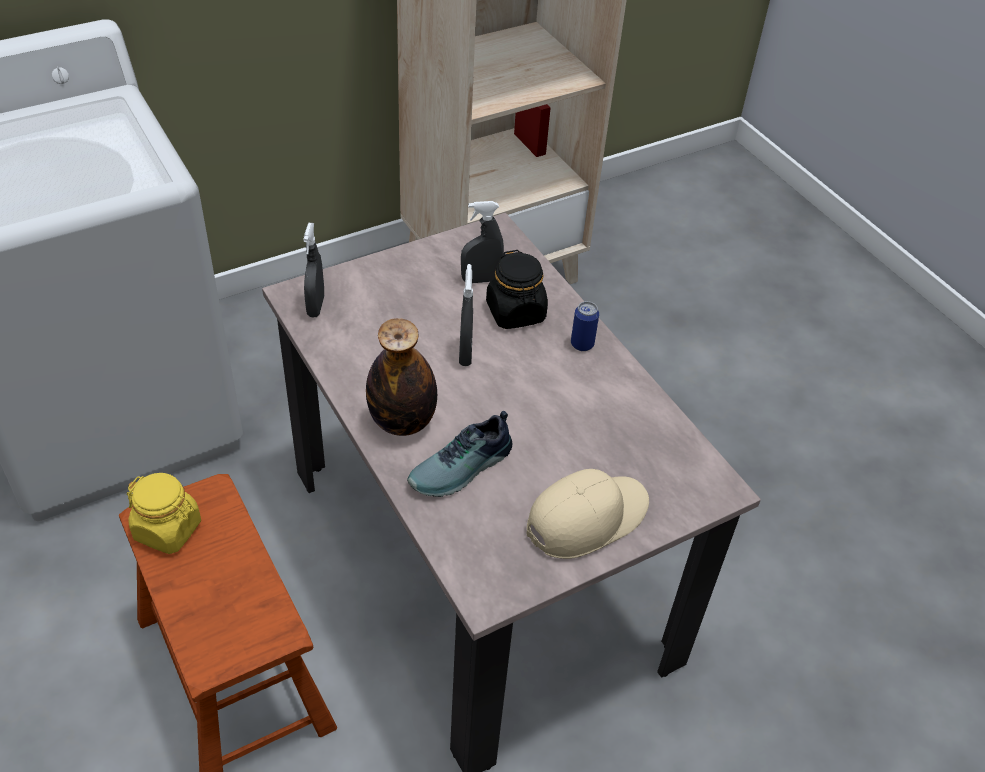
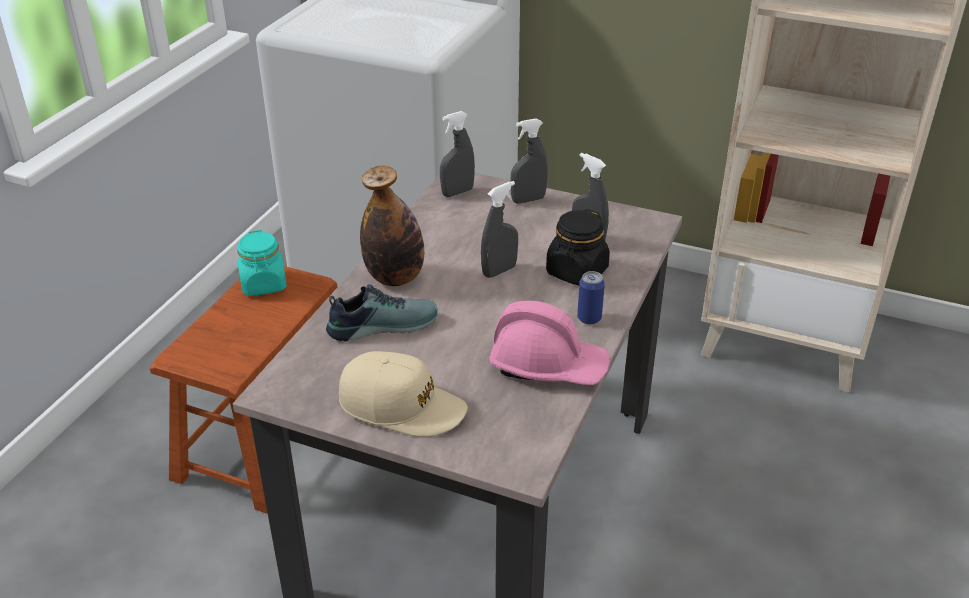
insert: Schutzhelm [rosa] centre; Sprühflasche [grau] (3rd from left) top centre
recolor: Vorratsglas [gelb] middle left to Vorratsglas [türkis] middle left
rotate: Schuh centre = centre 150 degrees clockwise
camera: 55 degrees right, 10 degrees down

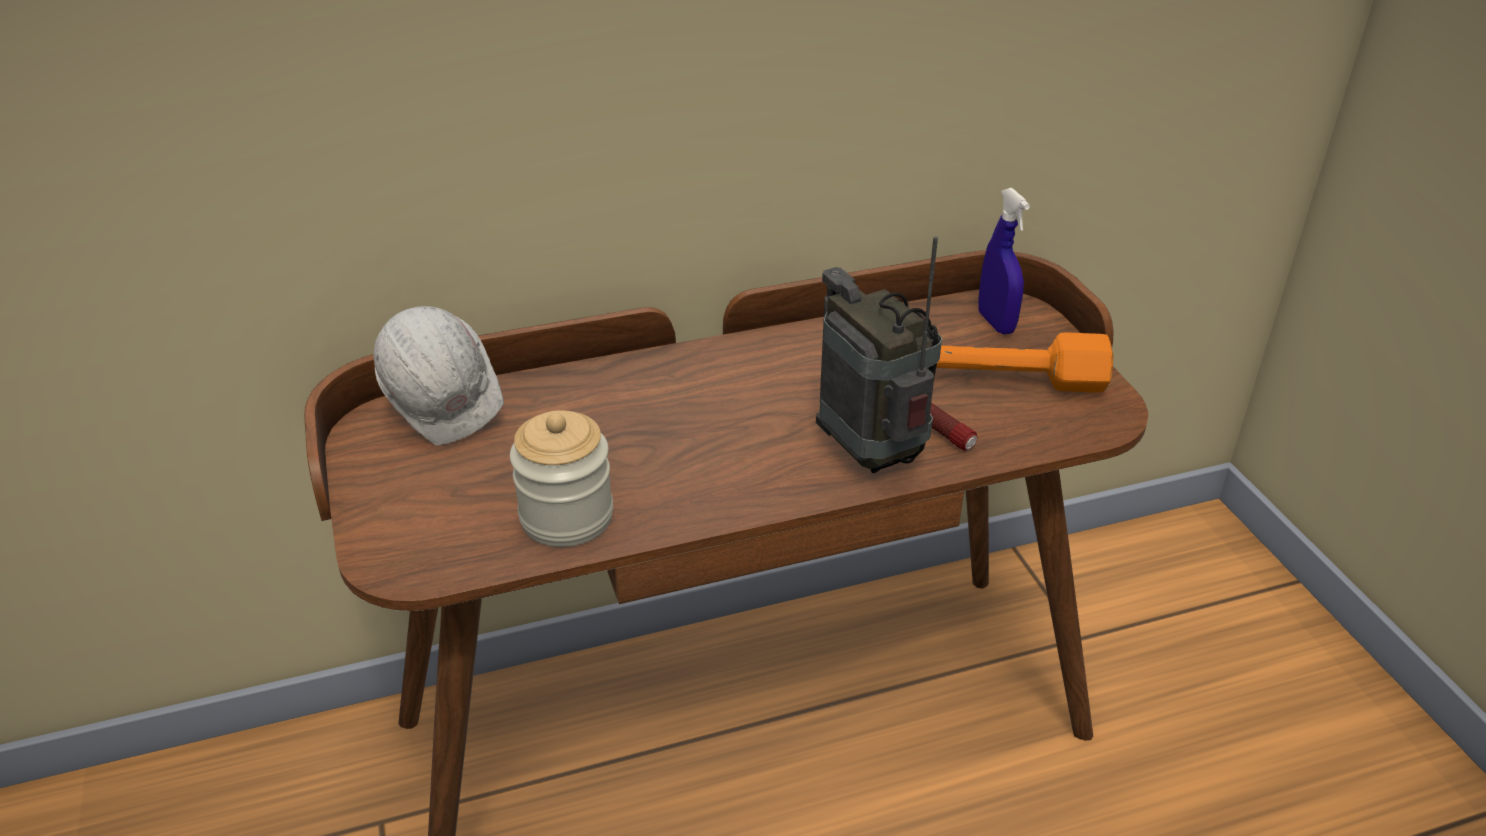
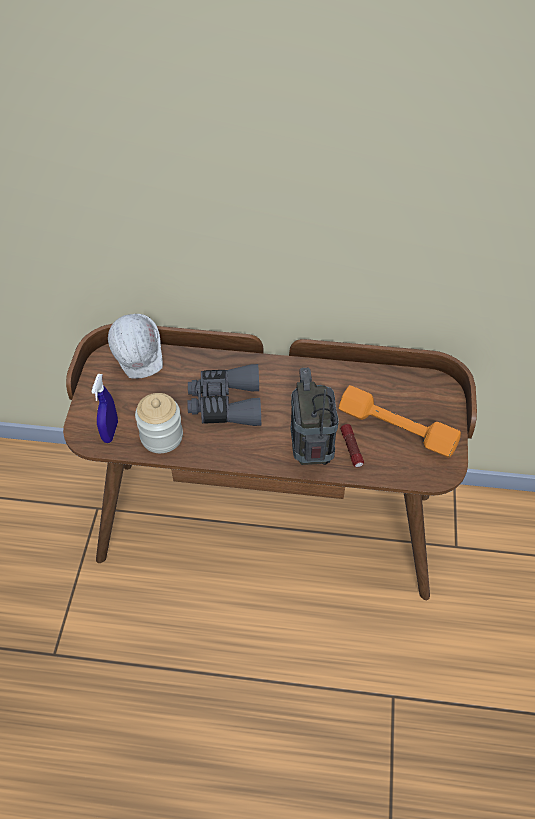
insert: Fernglas [grau] centre
move: Sprühflasche [blau] top right to middle left
camera: 25 degrees right, 15 degrees up

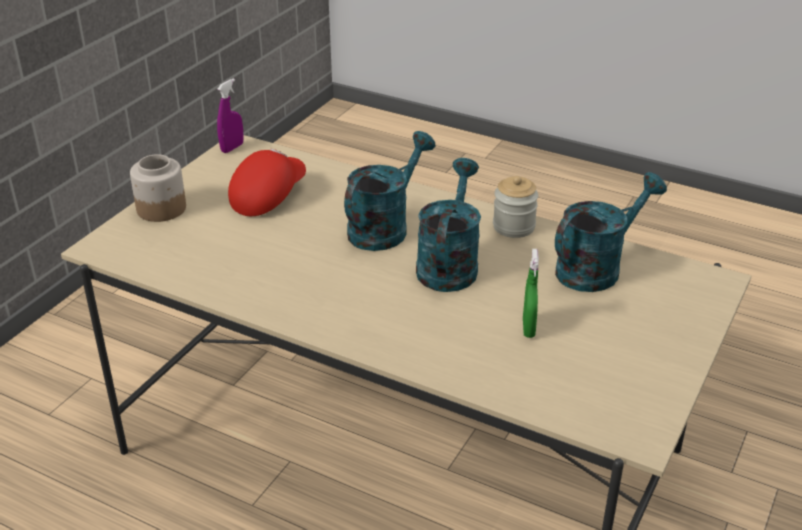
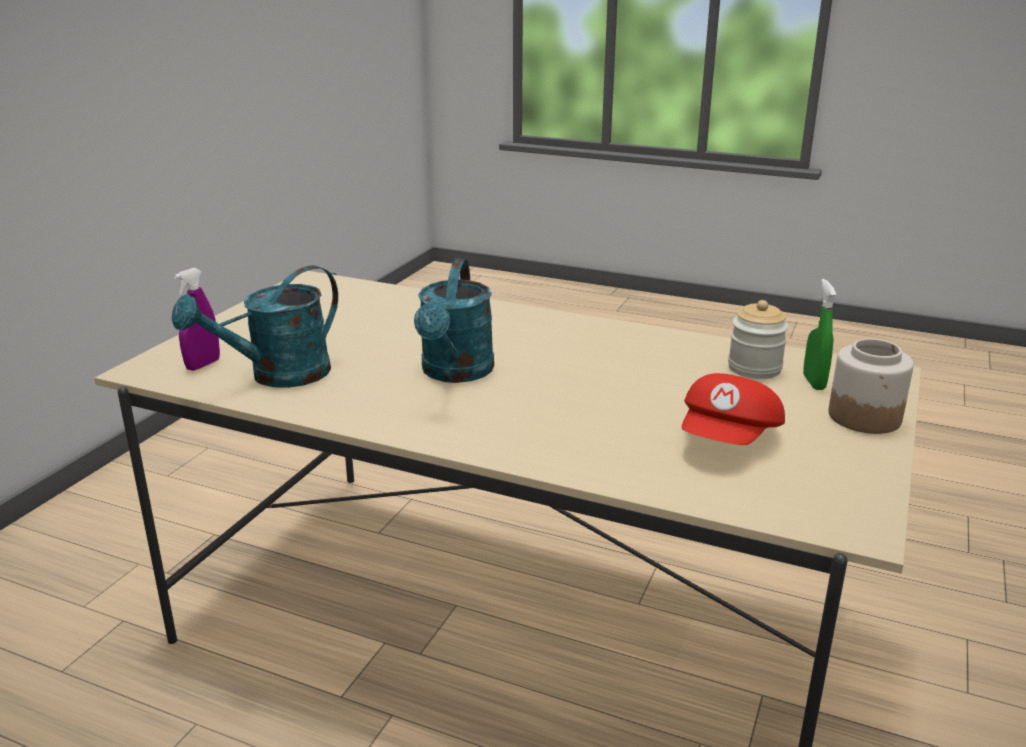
delete: Gießkanne [türkis] (1st from left) centre
move: Sprühflasche [lila] top left to middle left; Vorratsglas (2nd from left in the first image) centre to Vorratsglas (1st from left) middle right; Sprühflasche [grün] centre to middle right
camera: 175 degrees right, 10 degrees down

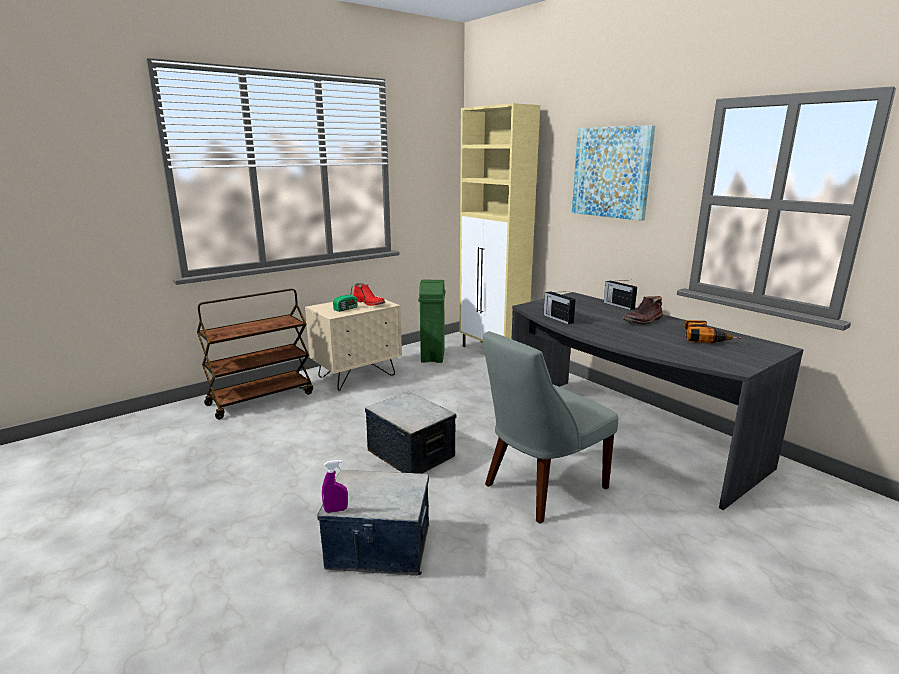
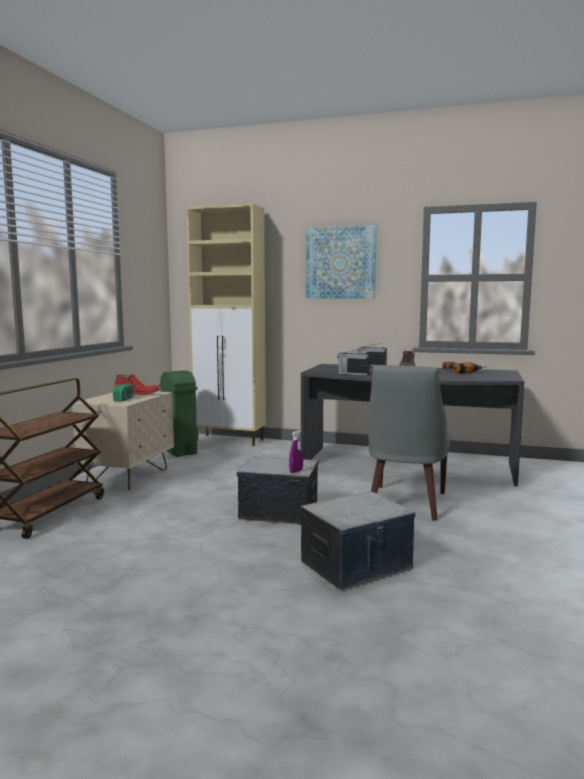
move: Sprühflasche [lila] bottom centre to centre
camera: 35 degrees left, 10 degrees down

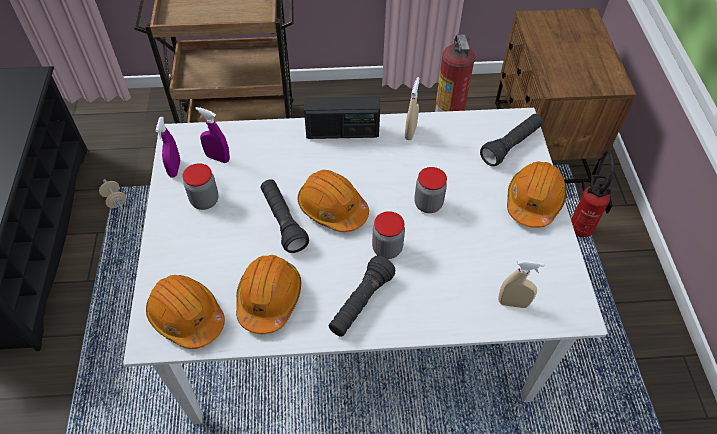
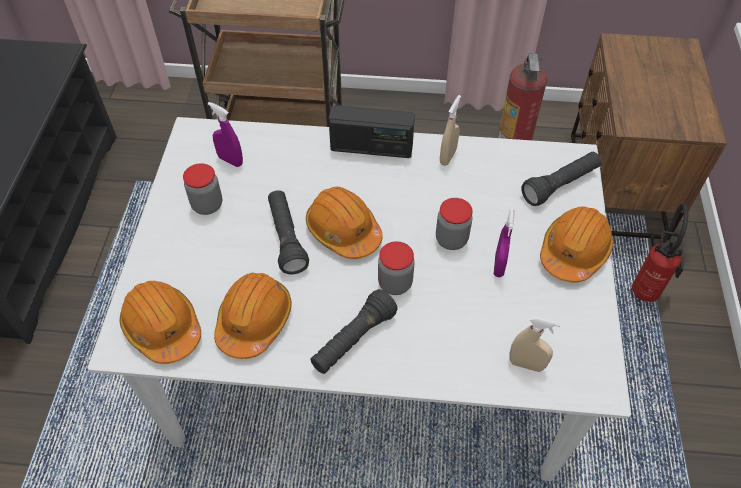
delete: Hantel [beige] middle left
move: Sprühflasche [lila] (1st from left in the first image) middle left to Sprühflasche [lila] (2nd from left) middle right
camera: 10 degrees right, 0 degrees up

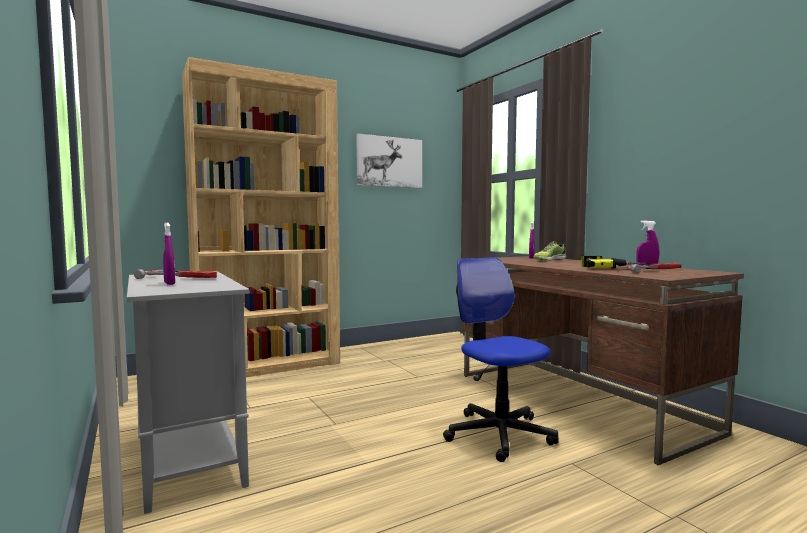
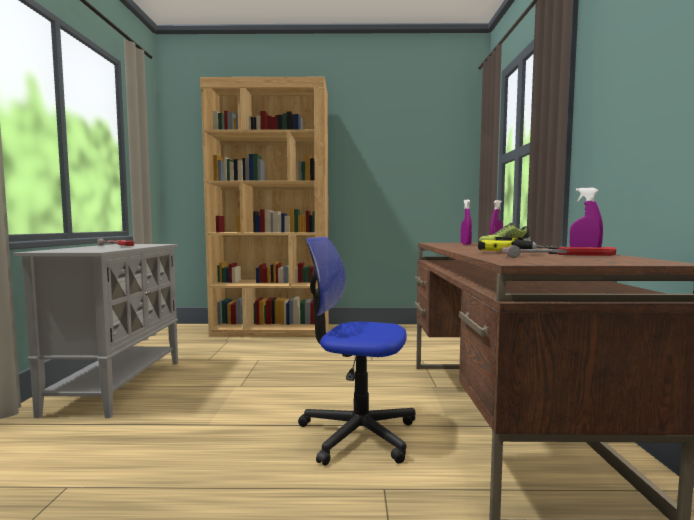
delete: Bild top centre
move: Sprühflasche [lila] (1st from left) middle left to middle right
rotate: Bürostuhl bottom centre = bottom centre 75 degrees counterclockwise
camera: 30 degrees right, 0 degrees up

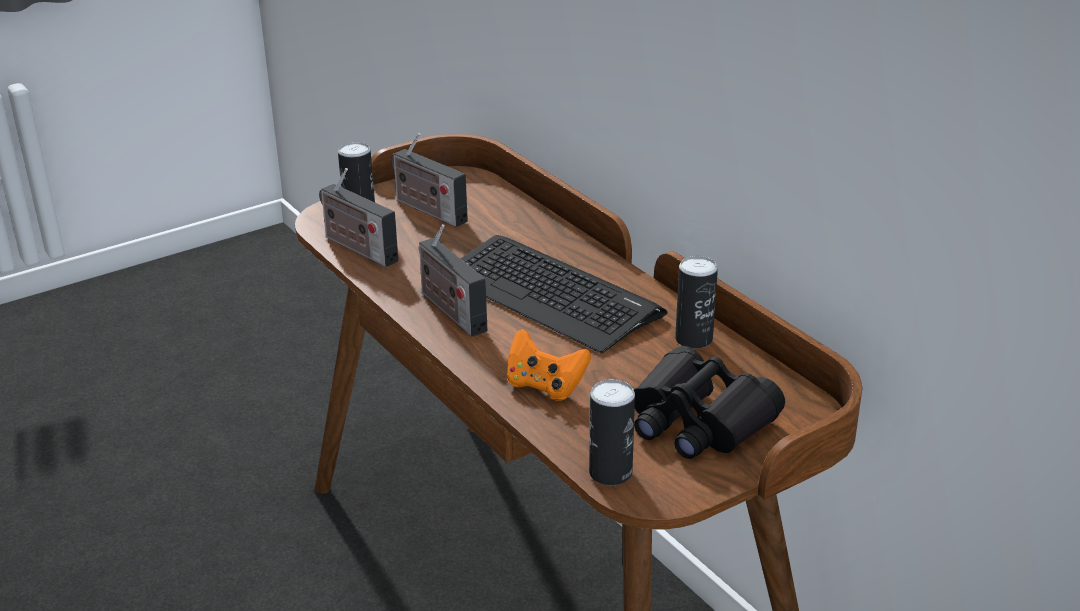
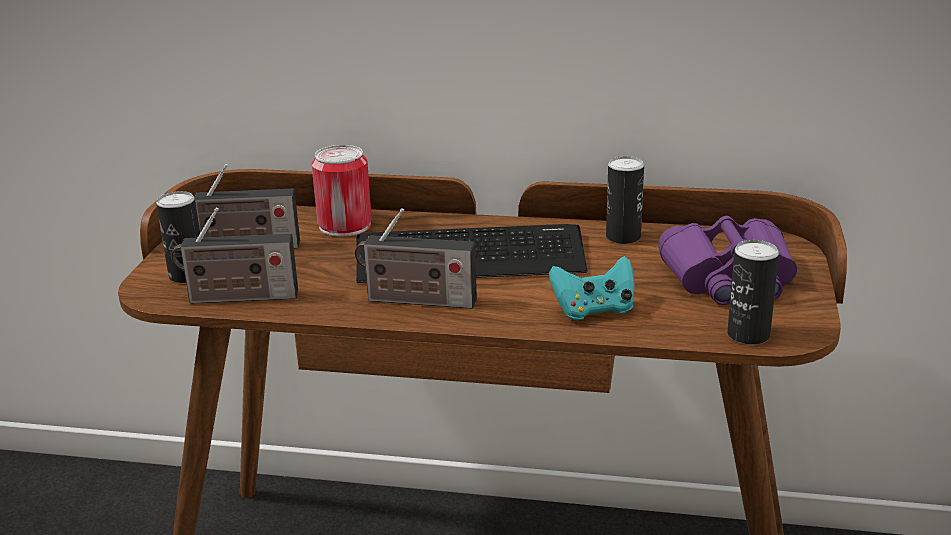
insert: Dose (2nd from left) centre
recolor: Gamepad [orange] centre to Gamepad [türkis] centre; Fernglas [schwarz] centre to Fernglas [lila] middle right
camera: 45 degrees left, 5 degrees down

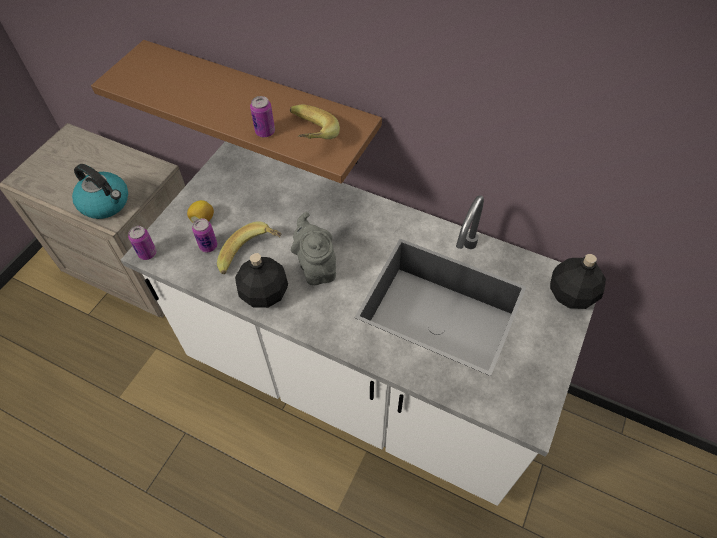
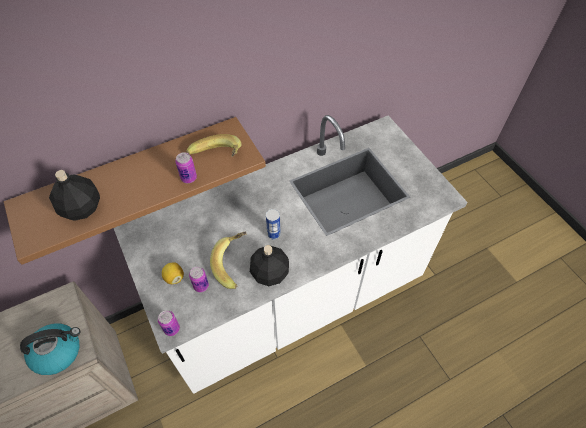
move: Flasche [schwarz] (2nd from left in the first image) middle right to Flasche [schwarz] (1st from left) middle left
replace: Teekanne [grau] centre to Dose (4th from left) centre
camera: 55 degrees left, 0 degrees up

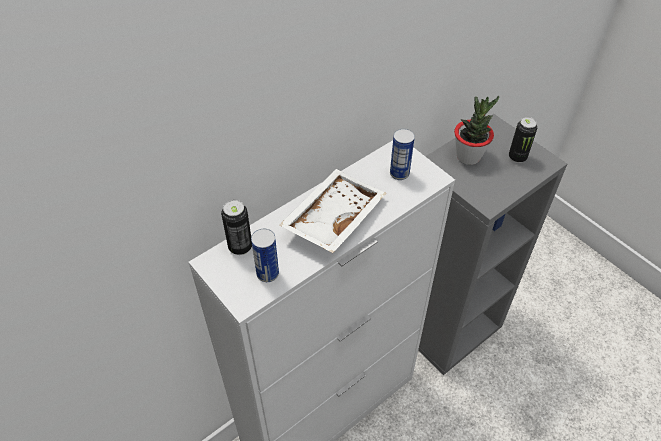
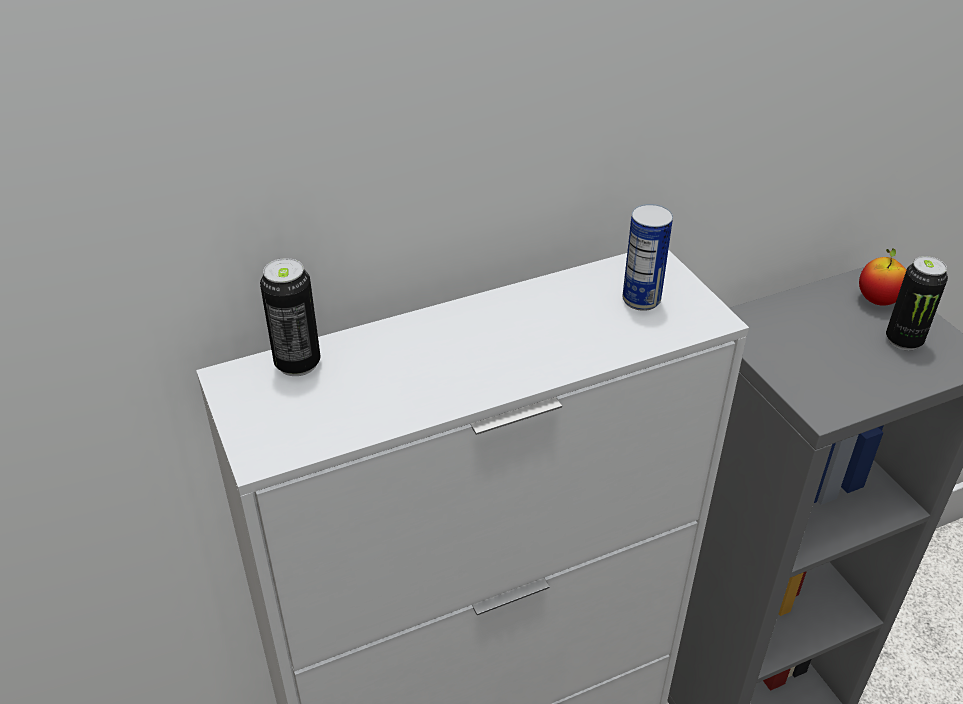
delete: Dose (2nd from left) centre; Tablett [weiß] centre; Topfpflanze top right
insert: Apfel middle right
camera: 15 degrees right, 10 degrees down

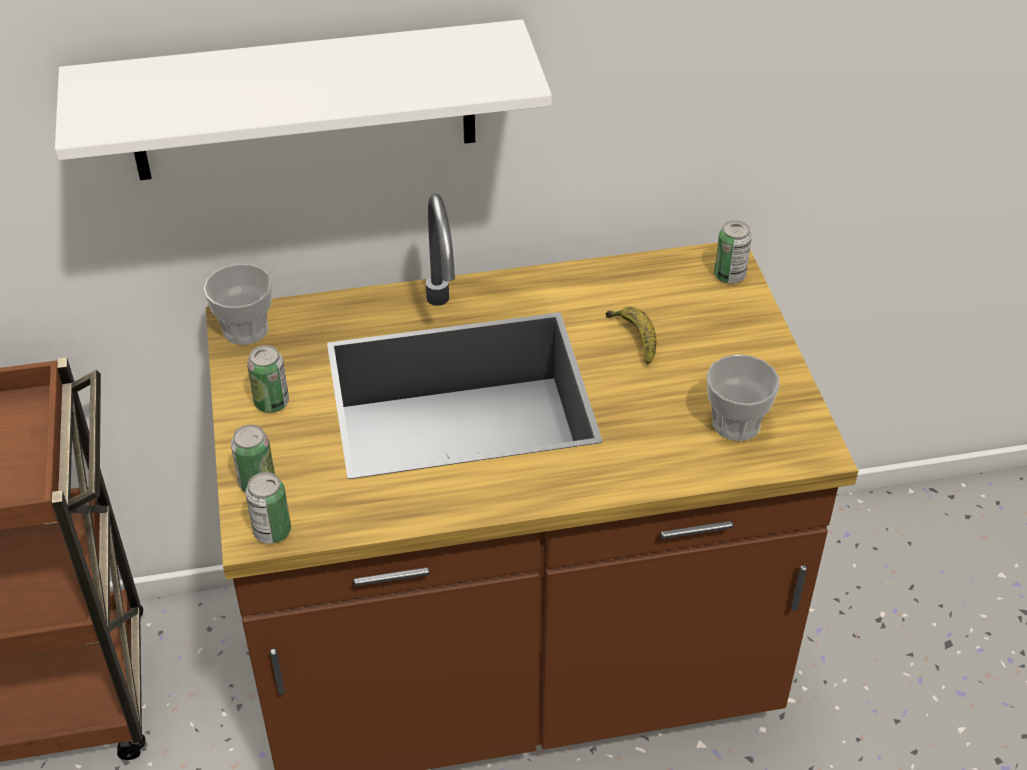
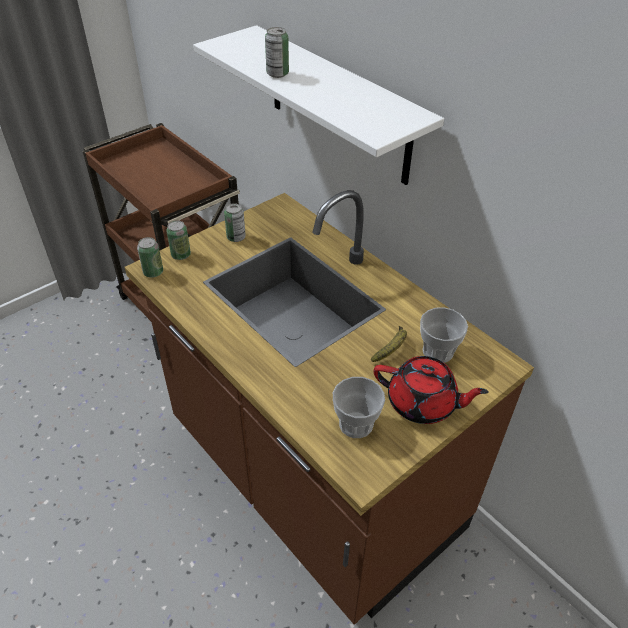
insert: Teekanne [rot] middle right
move: Tasse (1st from left in the first image) middle left to Tasse (2nd from left) middle right; Dose (4th from left) top right to top centre
camera: 60 degrees right, 0 degrees up

